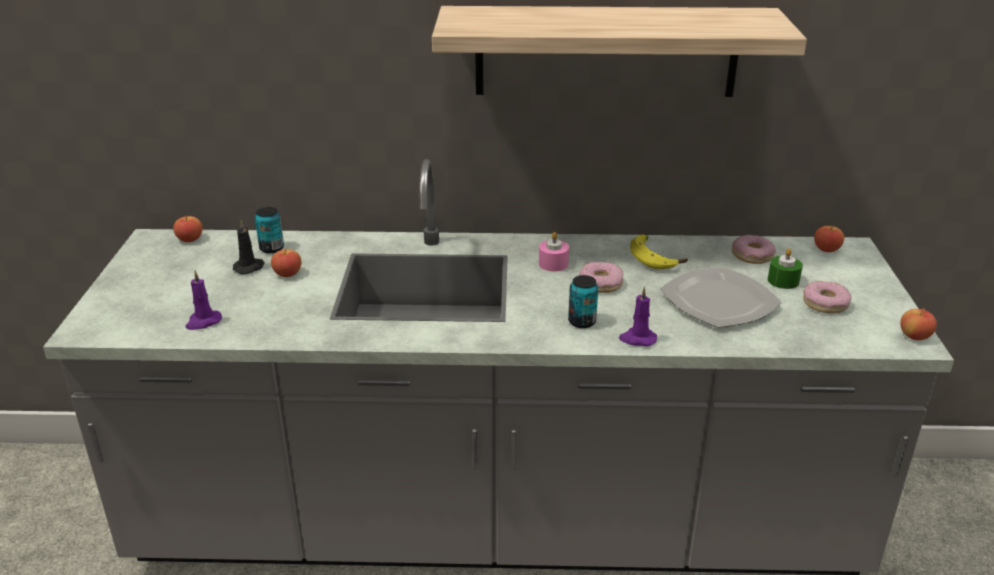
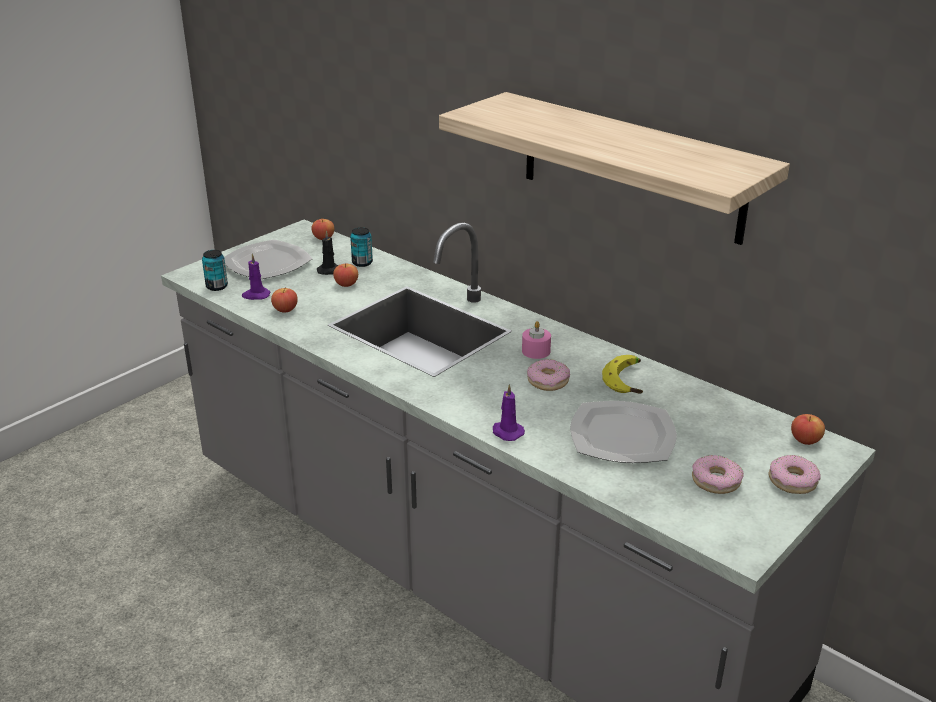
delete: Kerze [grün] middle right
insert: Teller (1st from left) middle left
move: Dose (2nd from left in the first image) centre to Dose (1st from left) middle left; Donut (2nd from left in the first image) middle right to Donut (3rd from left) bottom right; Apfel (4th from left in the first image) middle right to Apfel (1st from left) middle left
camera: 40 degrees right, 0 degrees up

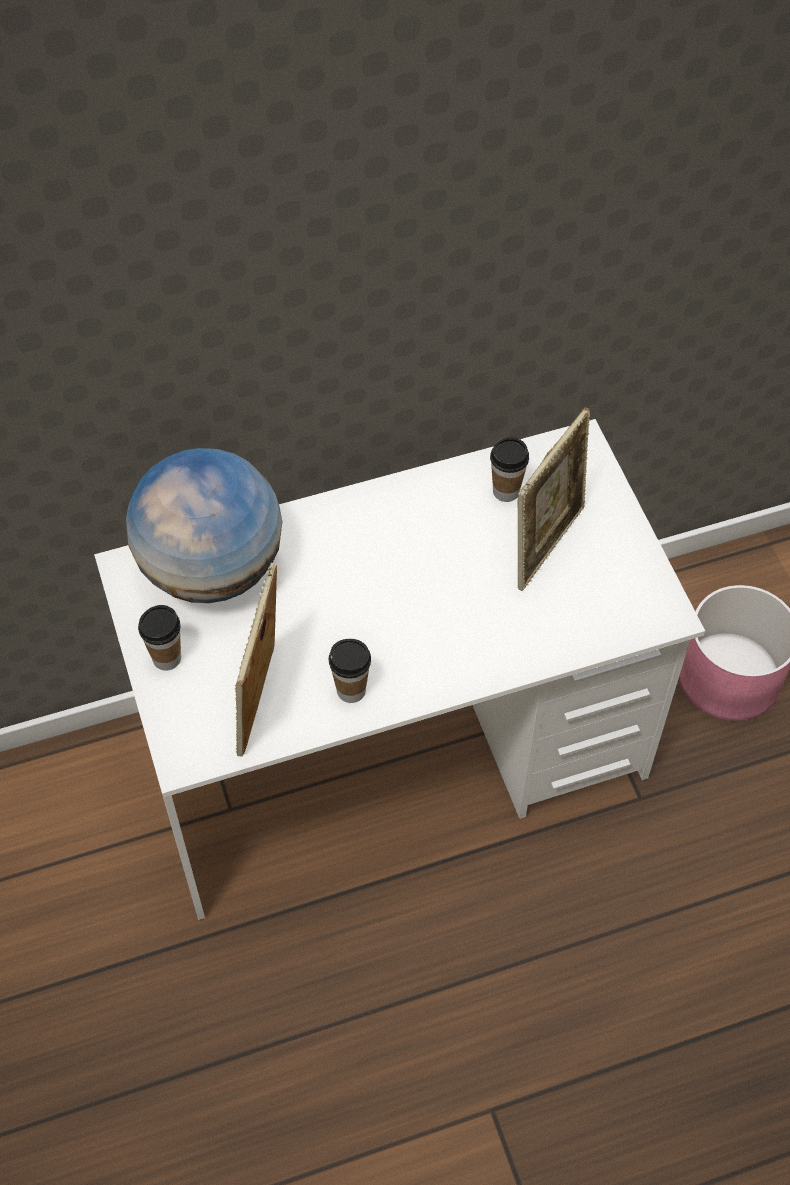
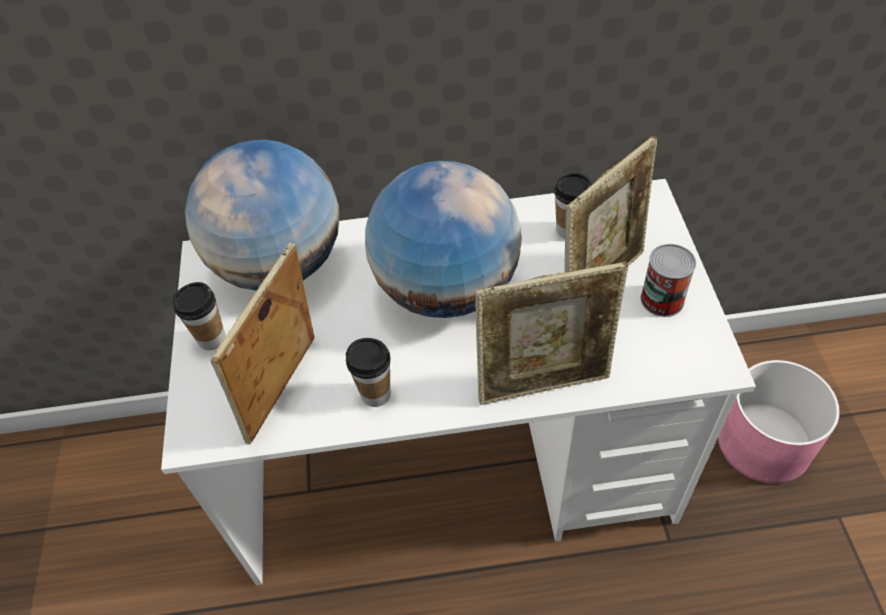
insert: Globus (2nd from left) centre; Bilderrahmen (2nd from left) centre; Dose middle right
camera: 15 degrees right, 5 degrees down

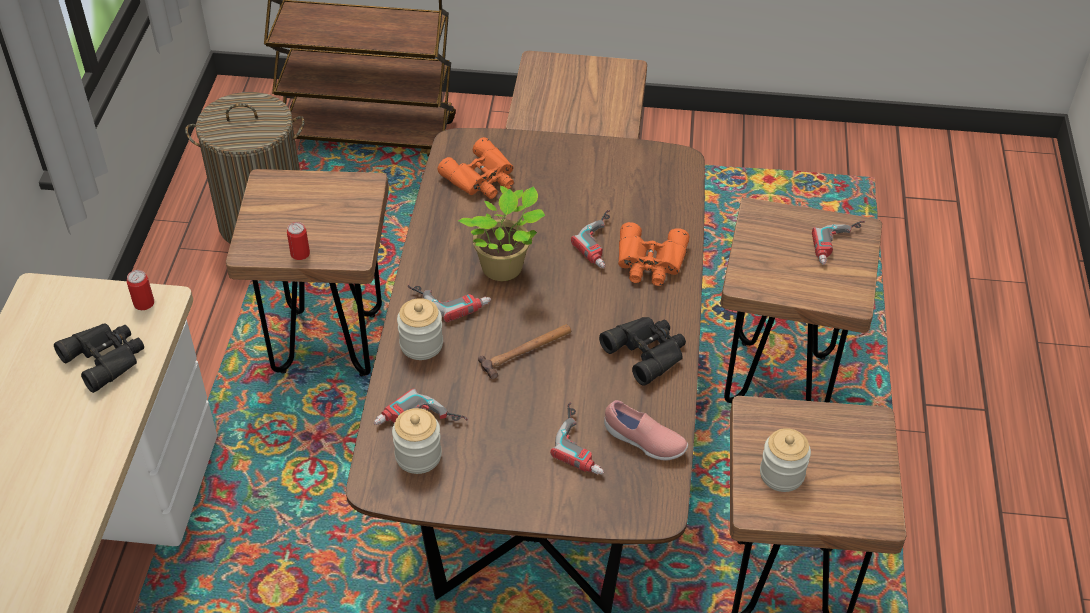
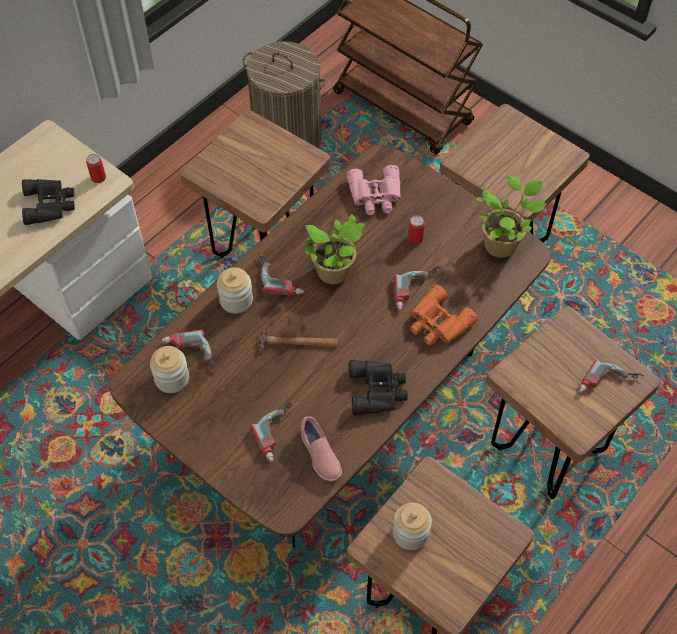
insert: Topfpflanze (2nd from left) middle right
move: Dose (2nd from left) middle left to centre
recolor: Fernglas [orange] (1st from left) top centre to Fernglas [rosa] top centre
camera: 35 degrees right, 10 degrees up

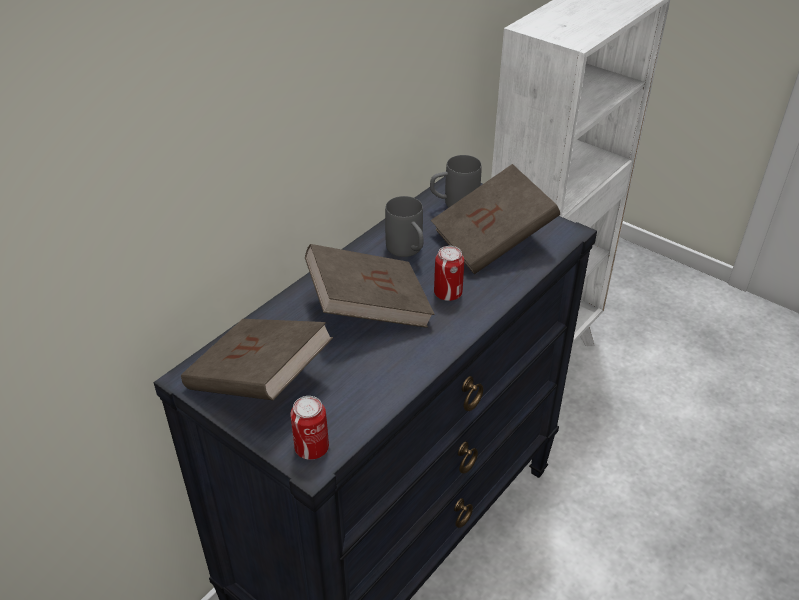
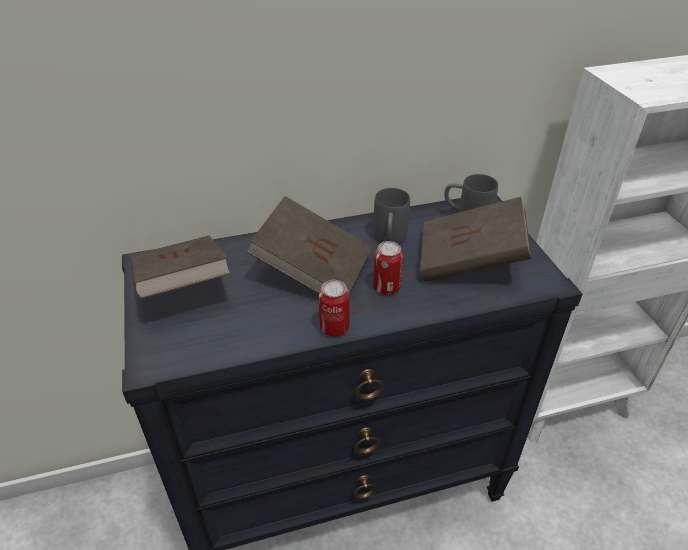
move: Dose (1st from left) bottom centre to centre
camera: 35 degrees right, 0 degrees up

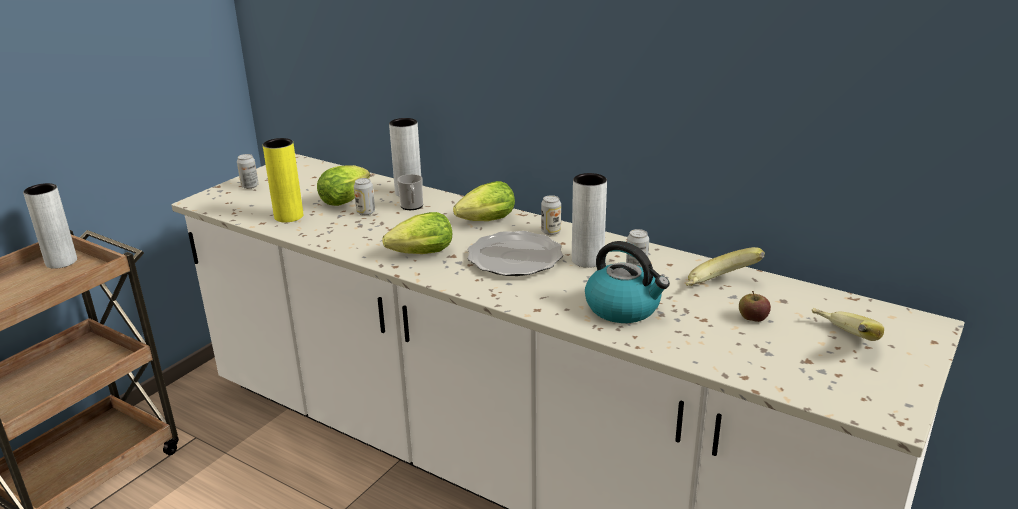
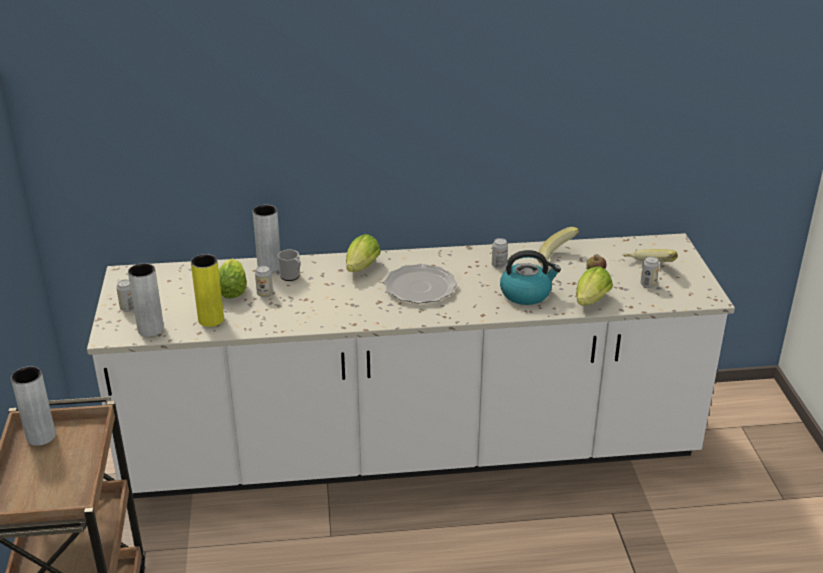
move: Salatkopf (2nd from left in the first image) centre to Salatkopf (3rd from left) middle right; Dose (3rd from left in the first image) centre to Dose (4th from left) middle right; Vase [grau] (3rd from left in the first image) centre to Vase [grau] (2nd from left) middle left
camera: 40 degrees left, 5 degrees up

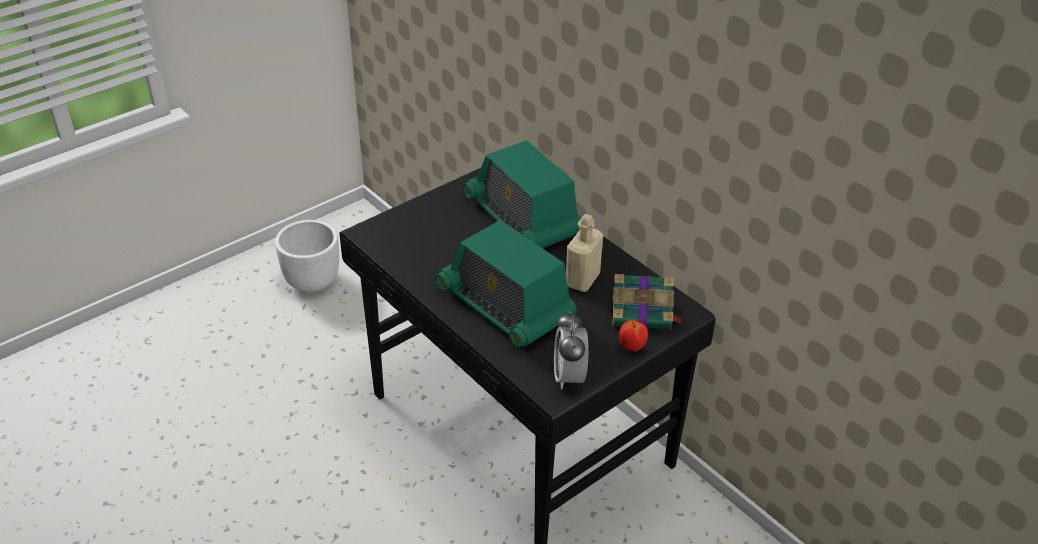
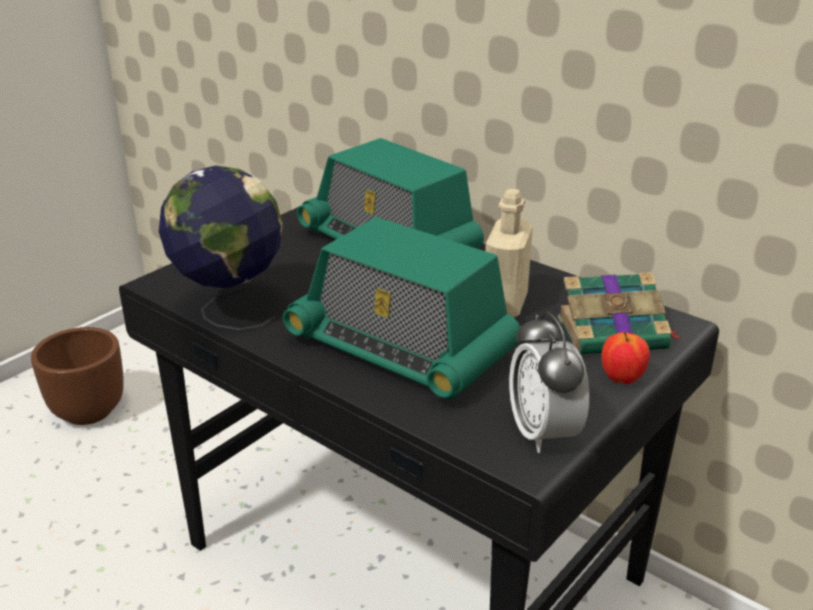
insert: Globus middle left
recolor: Pflanzkübel [weiß] middle left to Pflanzkübel [braun] middle left
camera: 10 degrees left, 10 degrees down

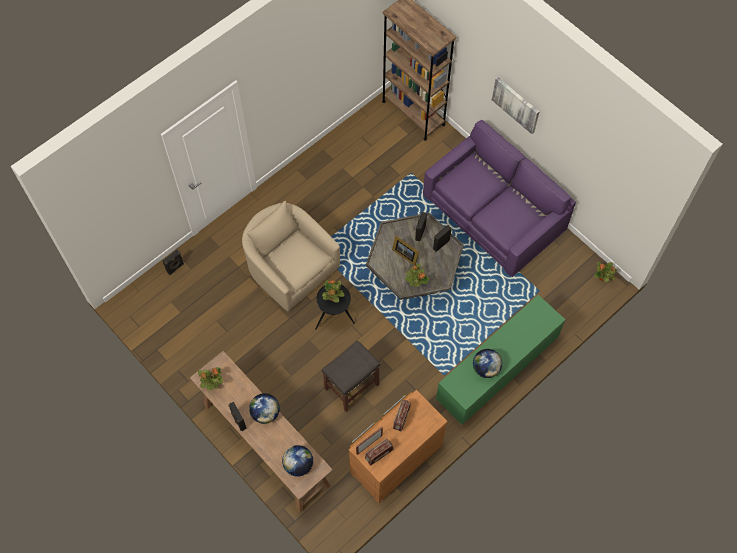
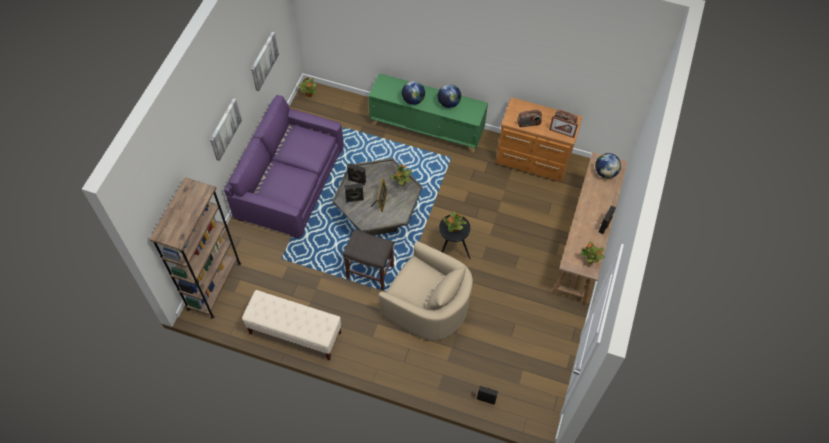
insert: Bank [beige] bottom centre; Bild (2nd from left) top left
move: Globus (1st from left) bottom centre to top centre; Hocker [grau] bottom centre to centre
rotate: Sessel [beige] centre = centre 75 degrees counterclockwise
camera: 120 degrees left, 5 degrees down

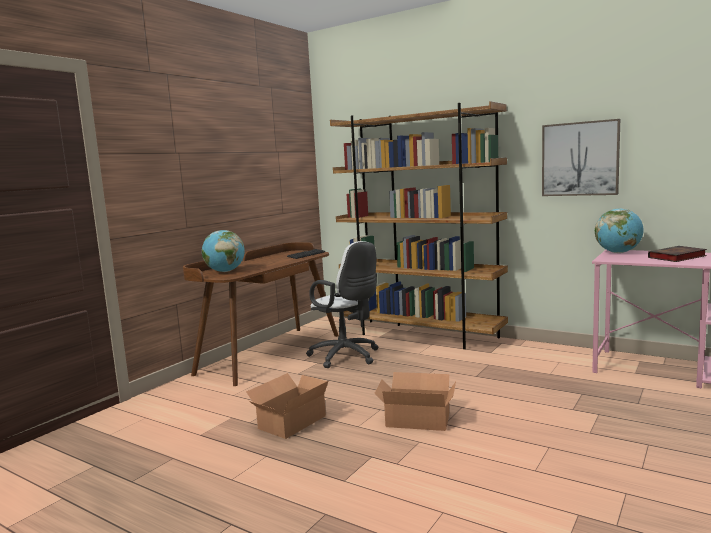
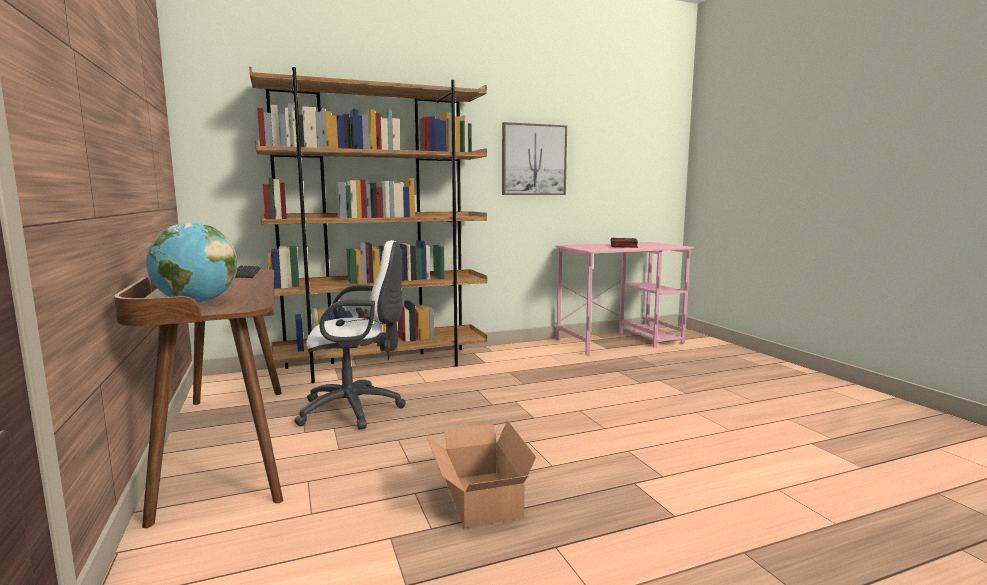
delete: Karton (2nd from left) bottom centre; Globus (2nd from left) middle right
camera: 55 degrees left, 0 degrees up

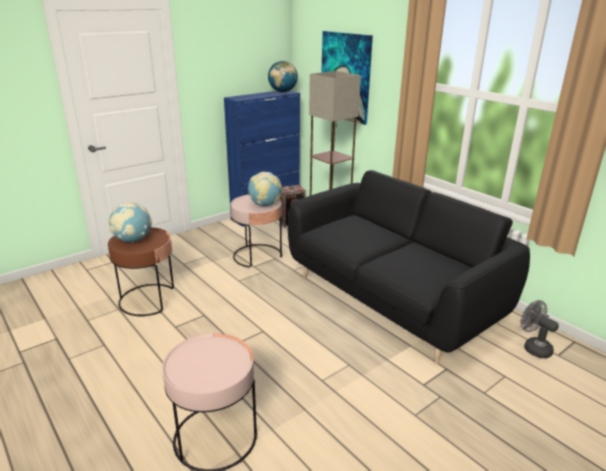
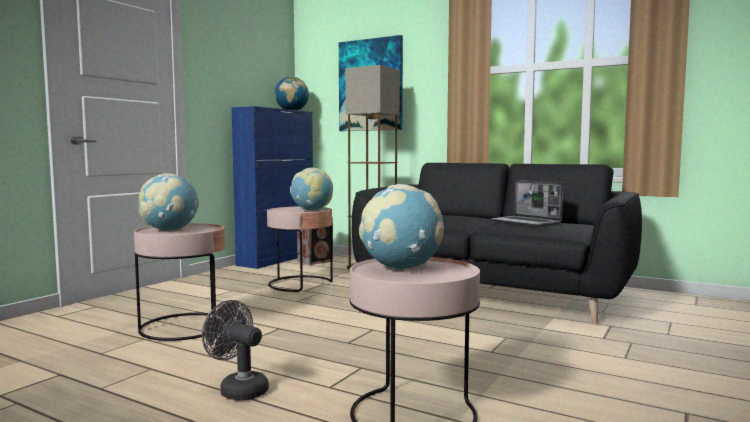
insert: Globus (4th from left) centre; Laptop middle right
move: Ventilator [grau] bottom right to bottom left
recolor: Beistelltisch [braun] middle left to Beistelltisch [rosa] (1st from left) bottom left
camera: 20 degrees left, 20 degrees down

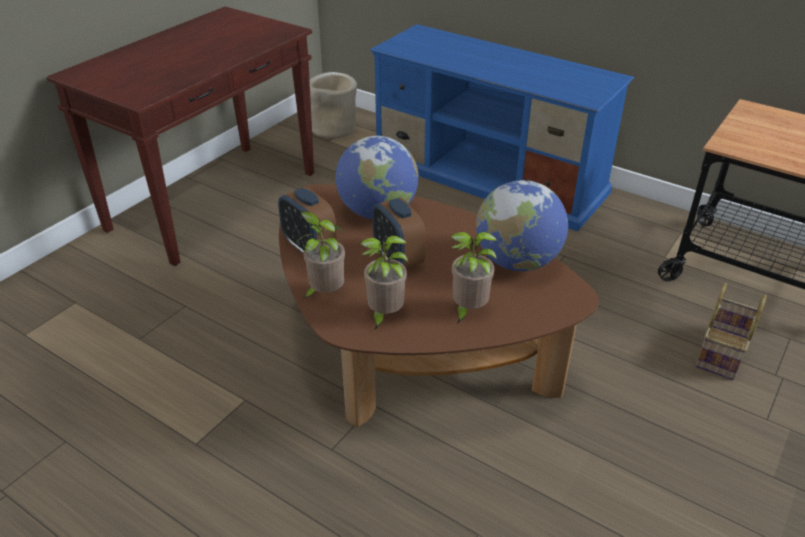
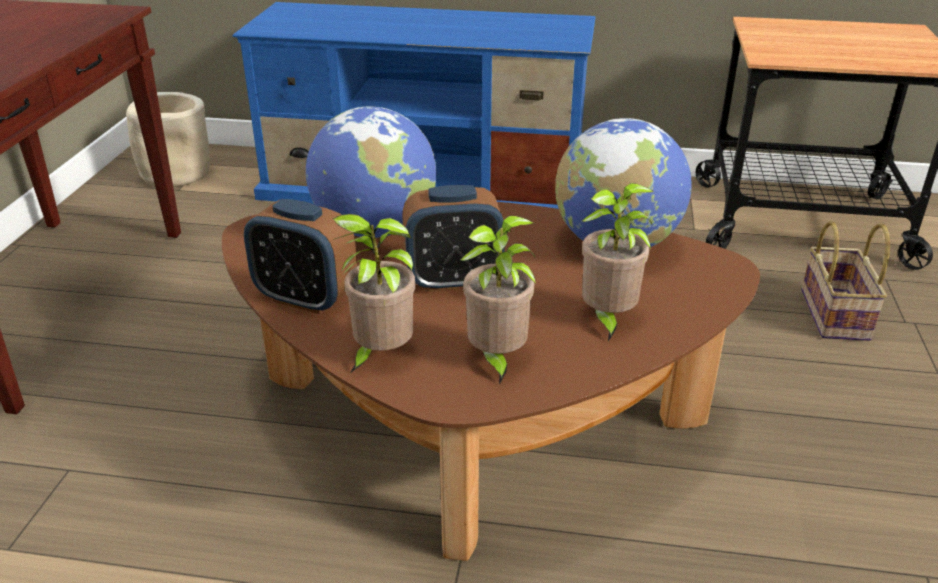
rotate: Wecker (2nd from left) centre = centre 45 degrees counterclockwise
camera: 25 degrees left, 5 degrees down

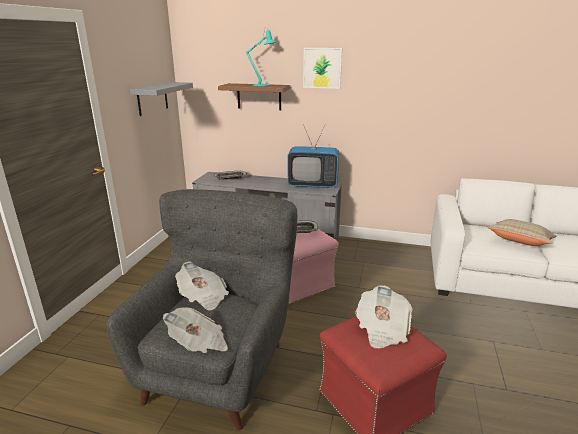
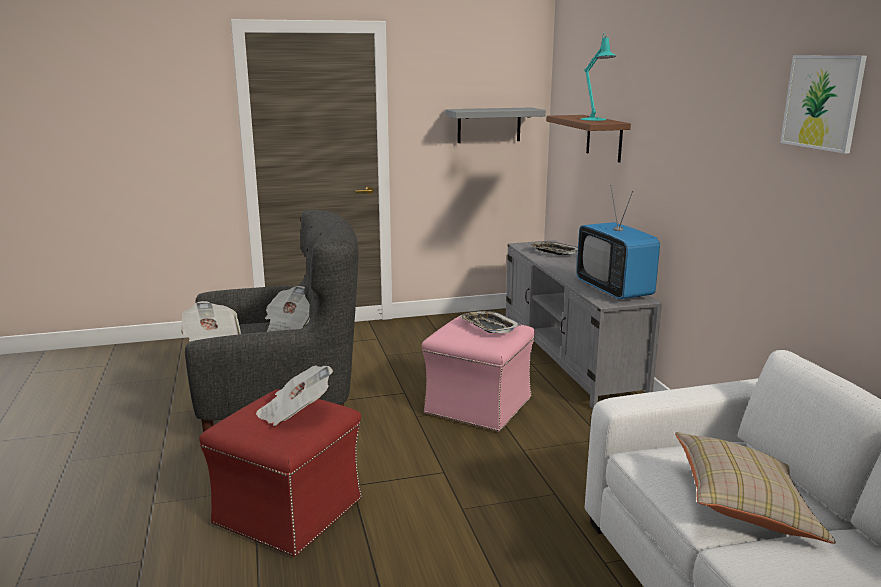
move: Bild top centre to top right
camera: 60 degrees right, 5 degrees down

